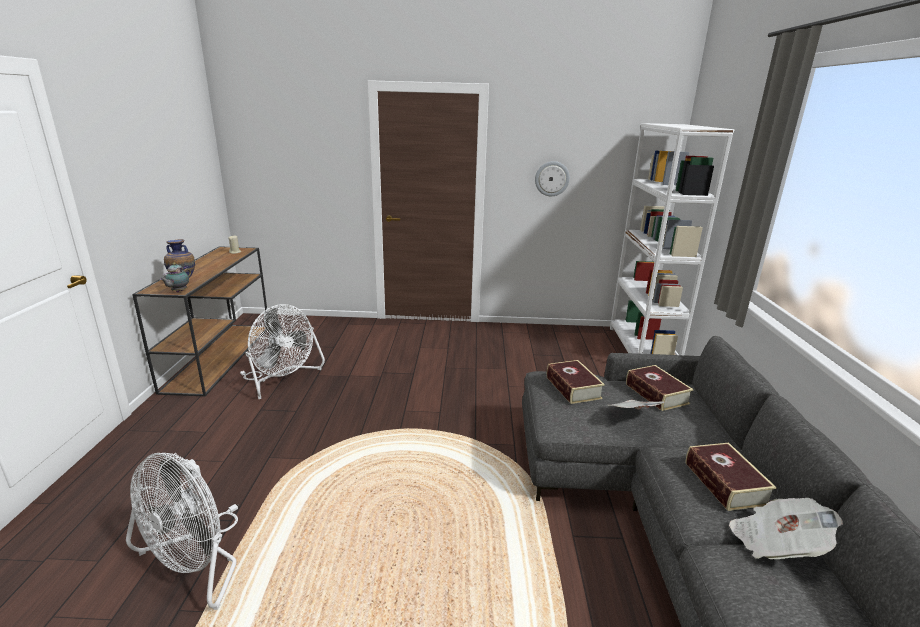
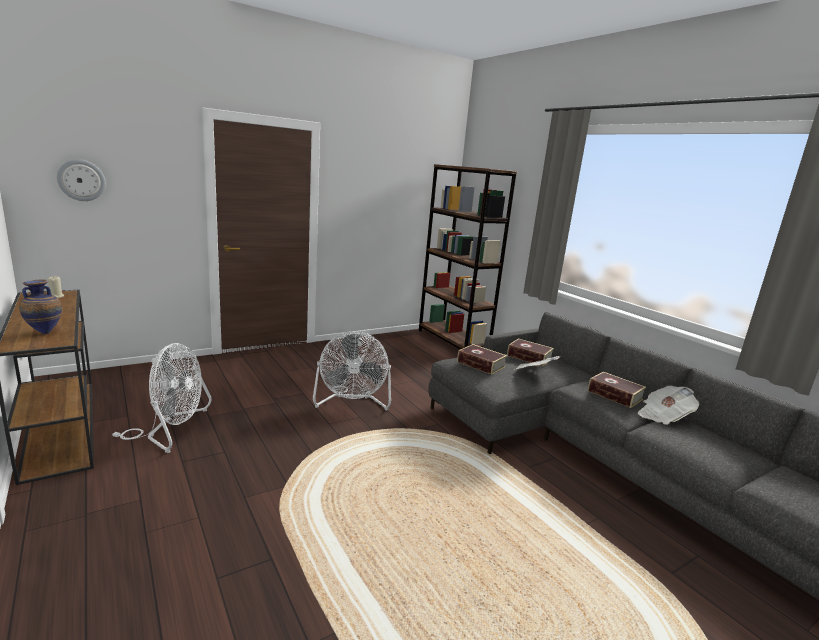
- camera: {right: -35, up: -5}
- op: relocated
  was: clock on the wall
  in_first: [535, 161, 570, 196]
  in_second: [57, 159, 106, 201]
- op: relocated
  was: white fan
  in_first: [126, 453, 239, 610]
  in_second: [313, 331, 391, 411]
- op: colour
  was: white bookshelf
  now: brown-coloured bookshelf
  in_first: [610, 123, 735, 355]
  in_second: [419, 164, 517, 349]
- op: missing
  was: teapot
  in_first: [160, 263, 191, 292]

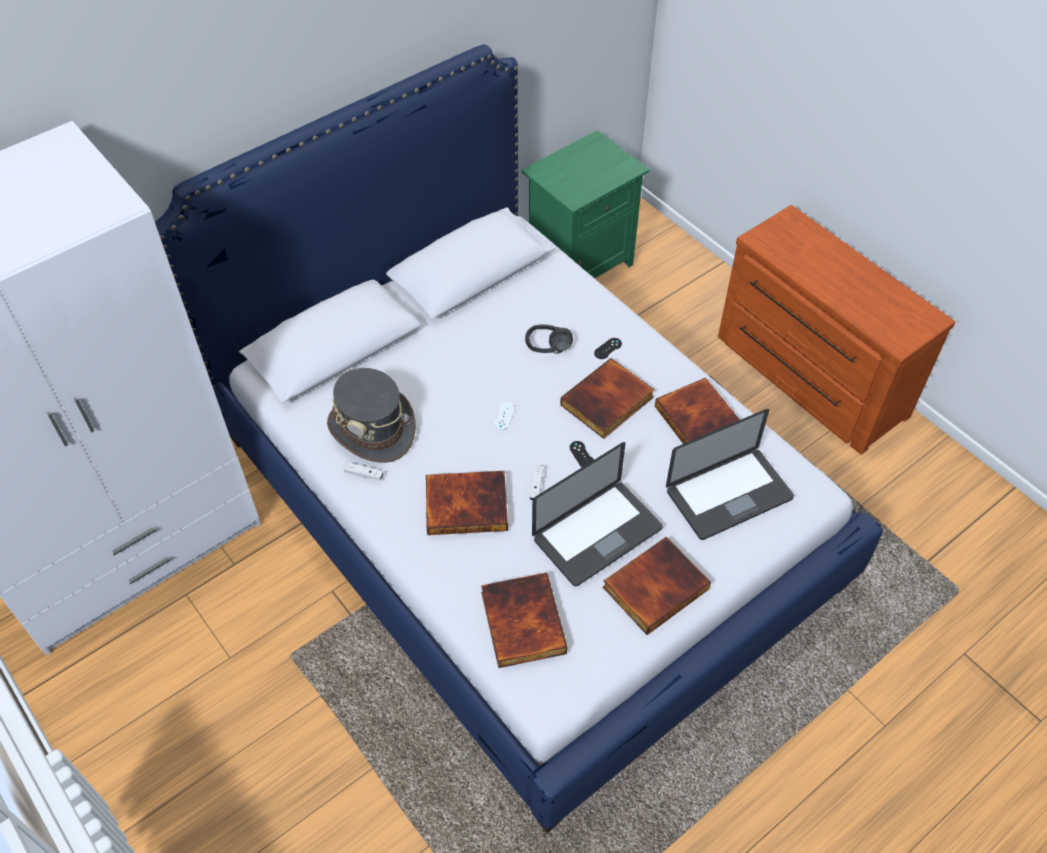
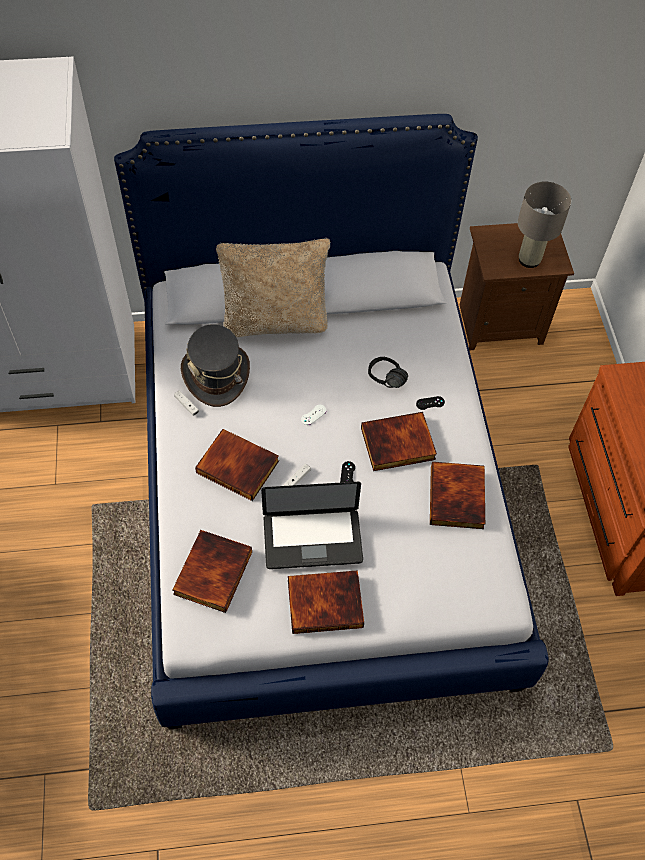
- camera: {right: 30, up: 5}
- op: appeared
  now: beige-coloured throw pillow
  in_second: [216, 238, 330, 337]
- op: colour
  was: greenish bedside table
  now: brown-coloured bedside table
  in_first: [521, 130, 650, 278]
  in_second: [459, 223, 574, 350]
- op: appeared
  now: greyish table lamp
  in_second: [518, 182, 571, 268]
- op: missing
  was: notebook computer
  in_first: [666, 409, 794, 540]

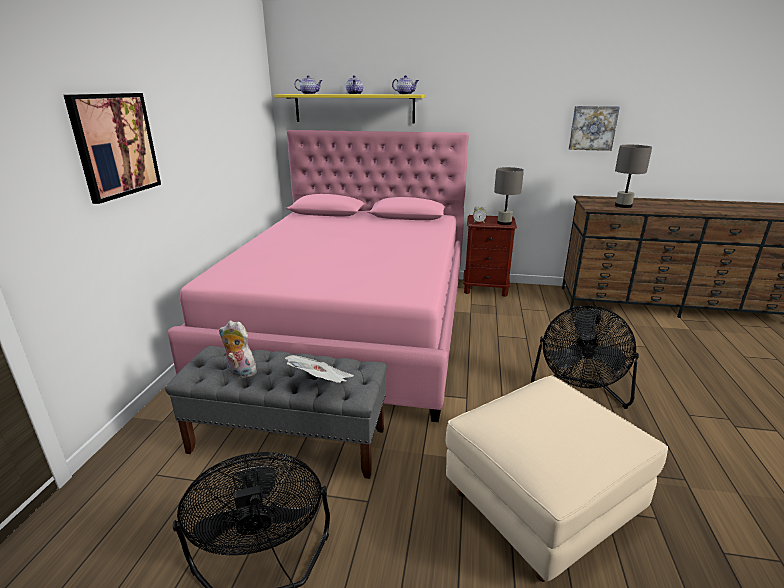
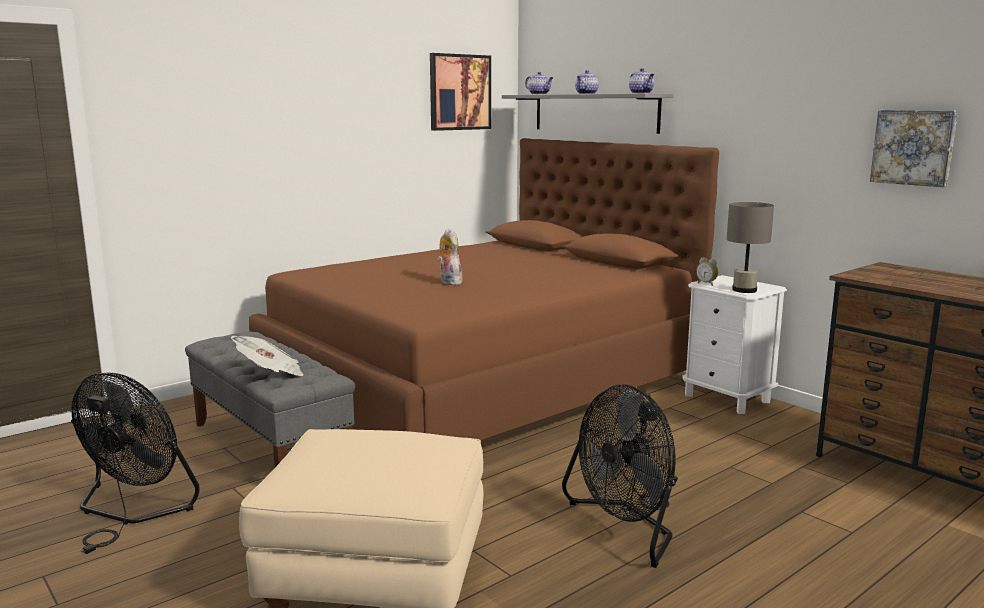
- camera: {right: 40, up: -10}
- op: colour
  was: pink bedroom bed
  now: brown-coloured bedroom bed
  in_first: [168, 130, 469, 422]
  in_second: [249, 138, 719, 440]
- op: relocated
  was: wall art
  in_first: [64, 93, 161, 204]
  in_second: [430, 53, 491, 131]
- op: relocated
  was: soft toy
  in_first: [219, 321, 257, 378]
  in_second: [438, 229, 462, 285]
- op: colour
  was: yellow-coloured shelf
  now: greyish shelf
  in_first: [274, 94, 425, 123]
  in_second: [502, 94, 674, 134]
- op: colour
  was: brown-coloured bedside table
  now: white bedside table
  in_first: [463, 215, 517, 297]
  in_second: [682, 275, 787, 414]
- op: missing
  was: greyish table lamp
  in_first: [615, 145, 652, 208]

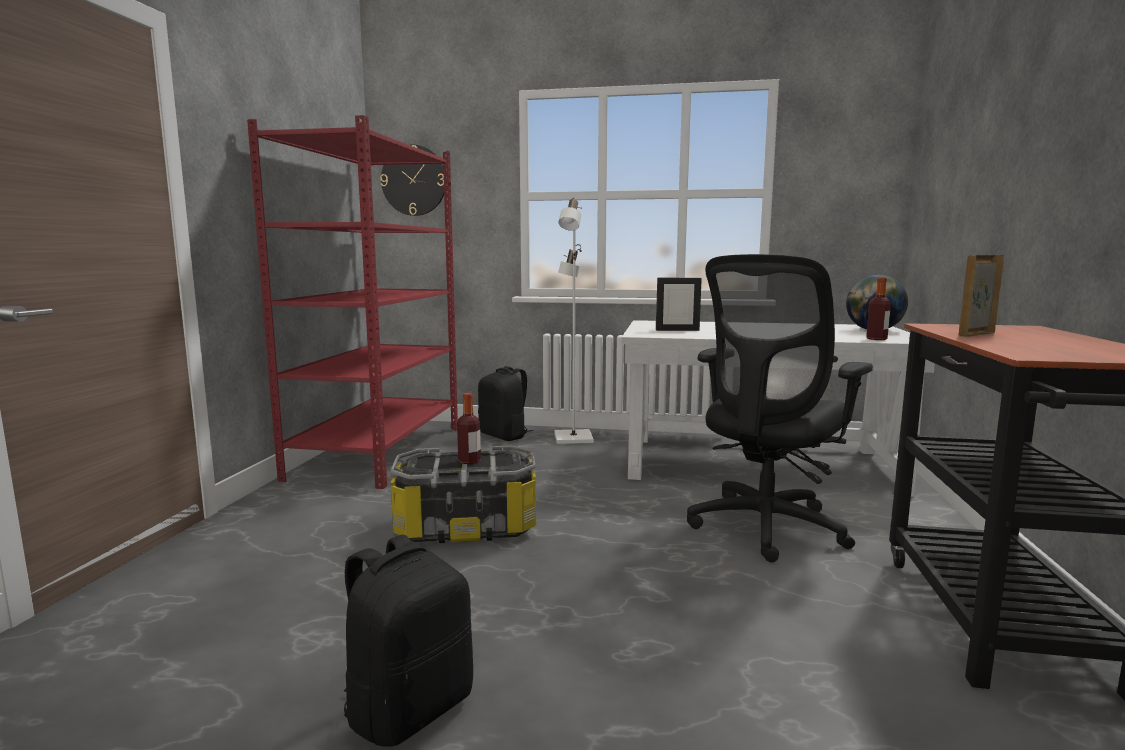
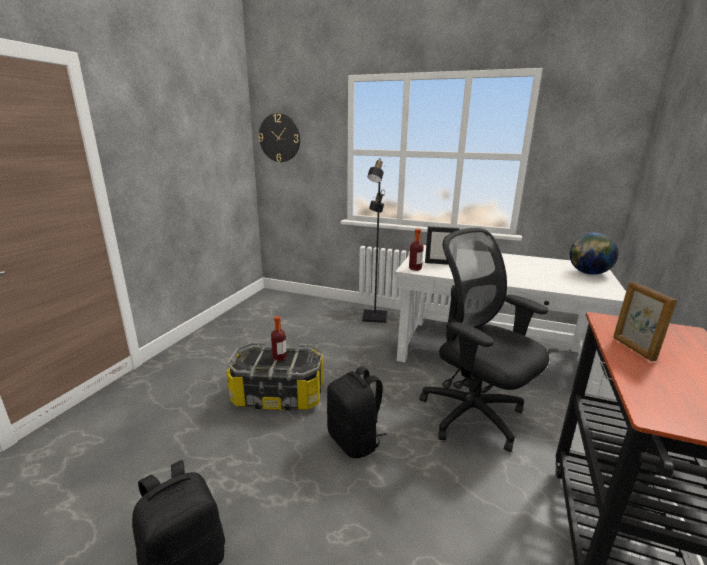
- camera: {right: 10, up: 10}
- op: relocated
  was: black-coloured rucksack
  in_first: [478, 366, 533, 441]
  in_second: [327, 366, 387, 458]
- op: colour
  was: white floor lamp
  now: black-coloured floor lamp
  in_first: [554, 198, 594, 444]
  in_second: [362, 158, 387, 323]
- op: relocated
  was: beverage bottle
  in_first: [866, 277, 891, 340]
  in_second: [409, 229, 424, 271]
- op: spun
  was: black-coloured desk chair
  in_first: [687, 254, 873, 562]
  in_second: [419, 228, 549, 452]
  clockwise: 90
- op: spun
  was: photo frame
  in_first: [959, 255, 1004, 337]
  in_second: [613, 281, 677, 361]
  clockwise: -75
- op: missing
  was: red-coloured bookshelf
  in_first: [247, 115, 458, 489]

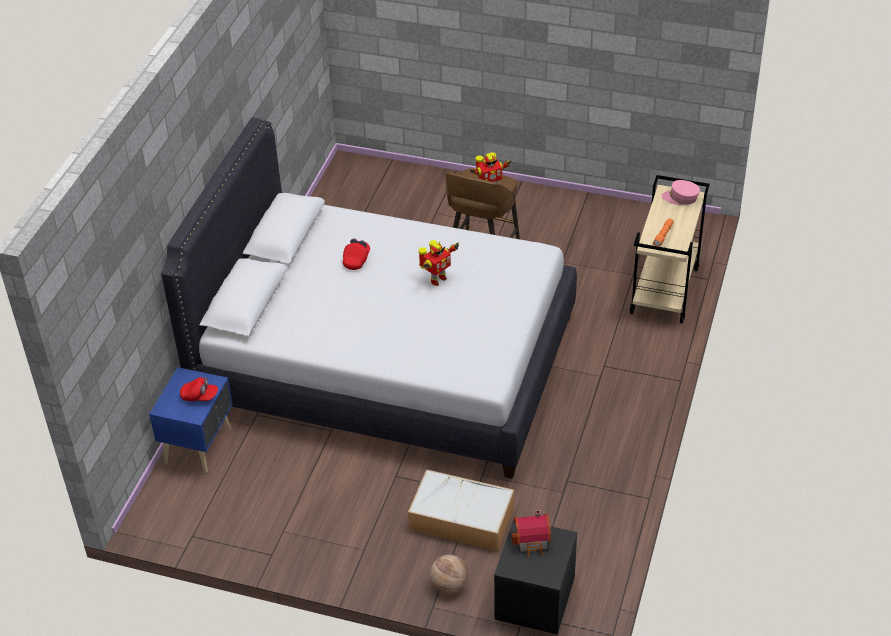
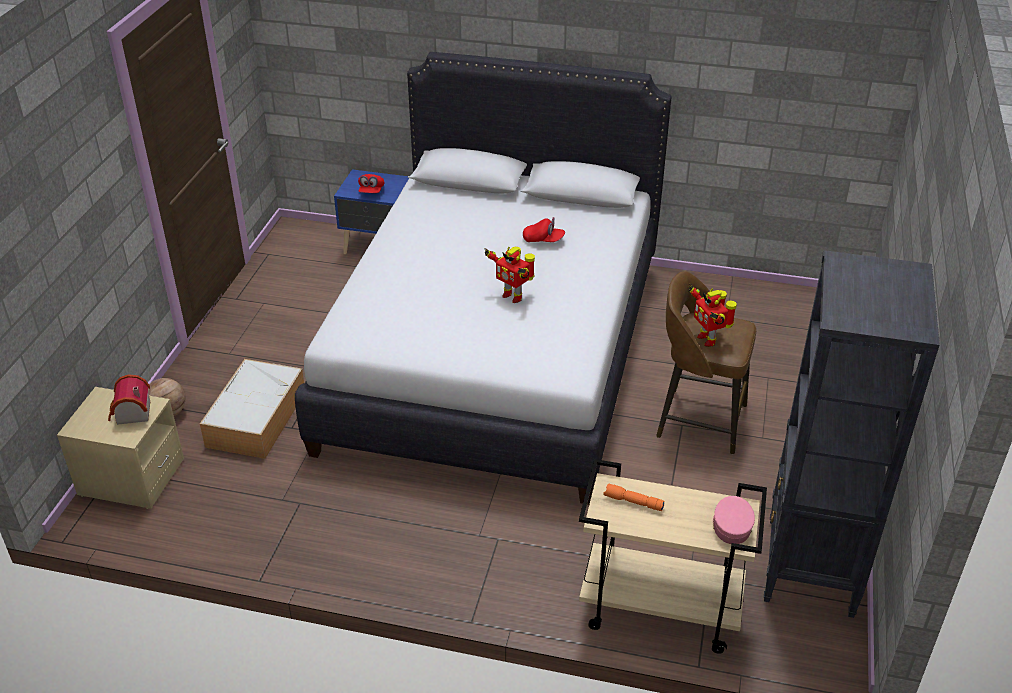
- camera: {right: 85, up: -5}
- op: colour
  was: black-coloured bedside table
  now: beige-coloured bedside table
  in_first: [494, 519, 577, 634]
  in_second: [57, 387, 184, 509]
- op: appeared
  now: black-coloured bookshelf
  in_second: [764, 250, 940, 618]

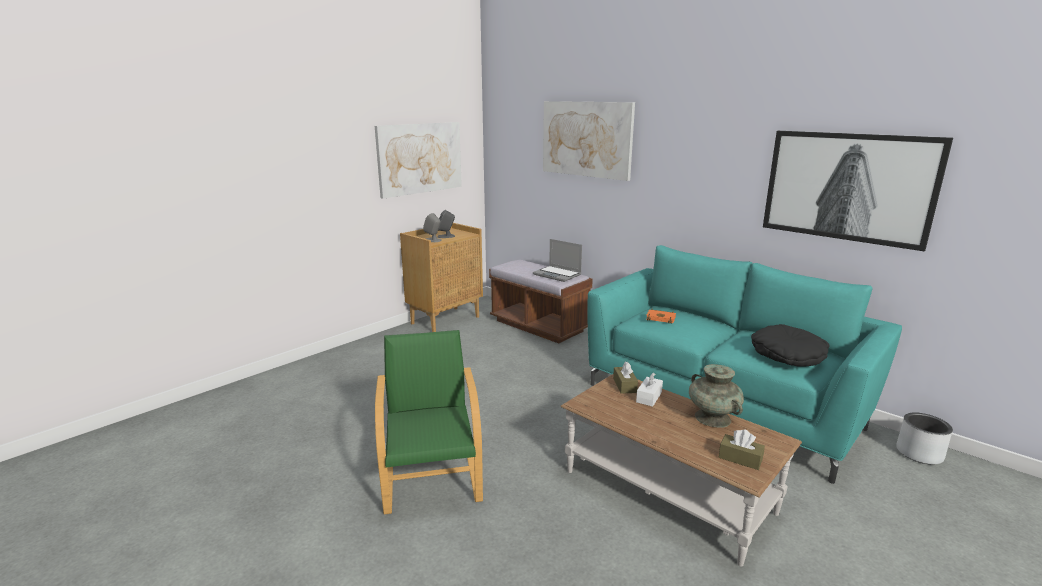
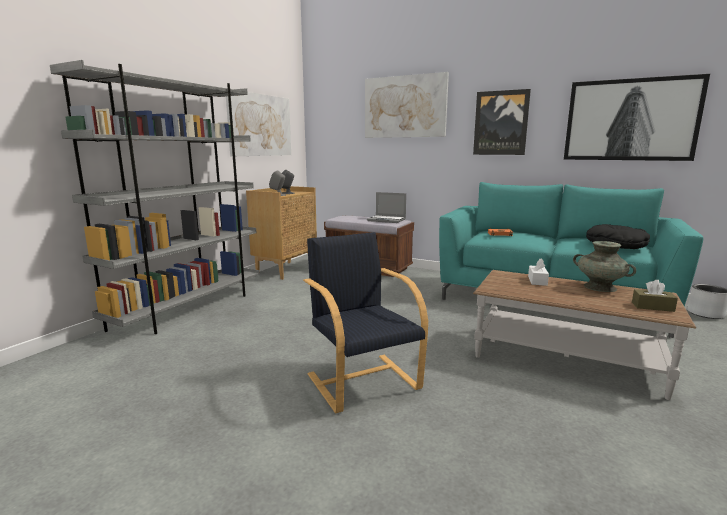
- camera: {right: -15, up: -5}
- op: appeared
  now: greyish bookshelf
  in_second: [50, 60, 259, 334]
- op: colour
  was: greenish easy chair
  now: black-coloured easy chair
  in_first: [375, 330, 483, 515]
  in_second: [303, 232, 428, 413]
- op: appeared
  now: wall art
  in_second: [473, 89, 531, 155]
- op: missing
  was: brown-coloured tissue holder
  in_first: [613, 361, 638, 394]

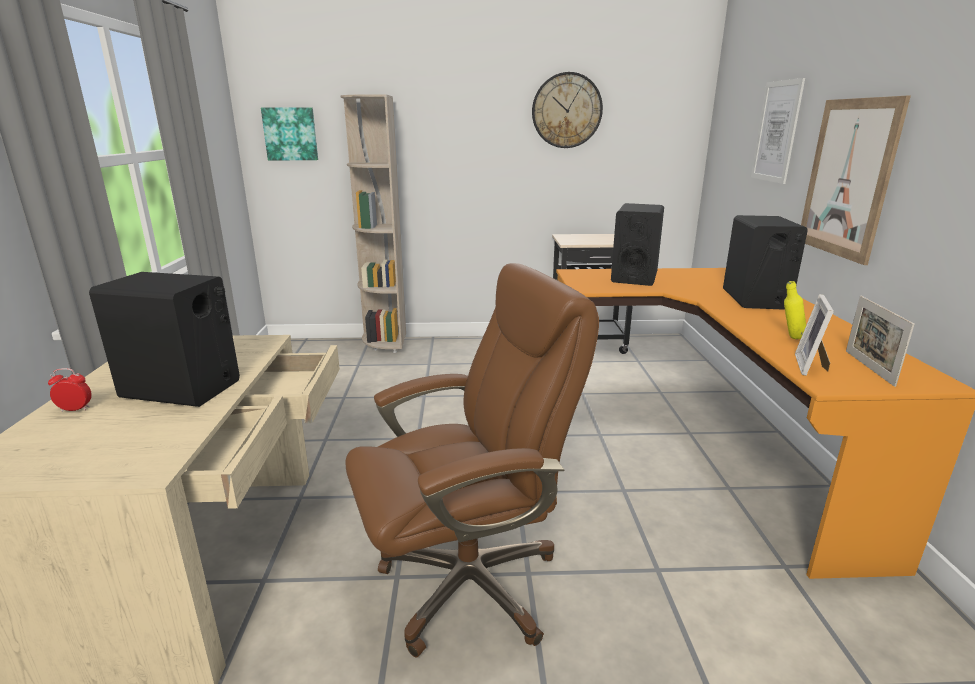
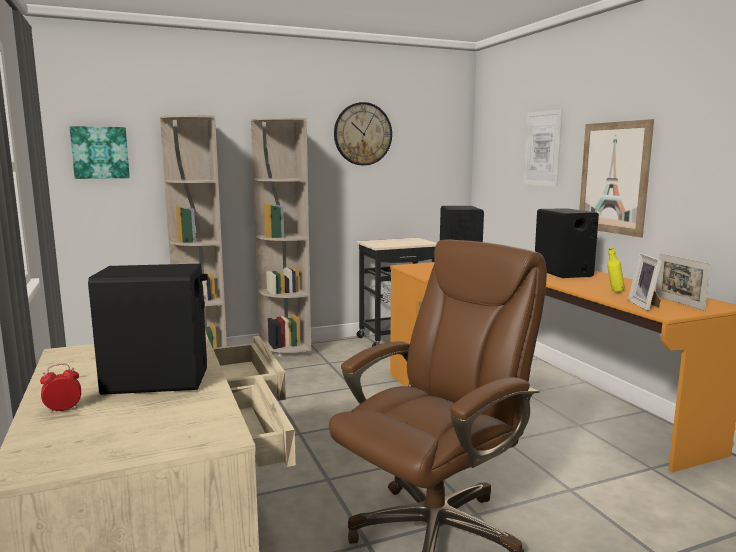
- camera: {right: -20, up: -10}
- op: appeared
  now: beige-coloured bookshelf
  in_second: [251, 118, 311, 357]

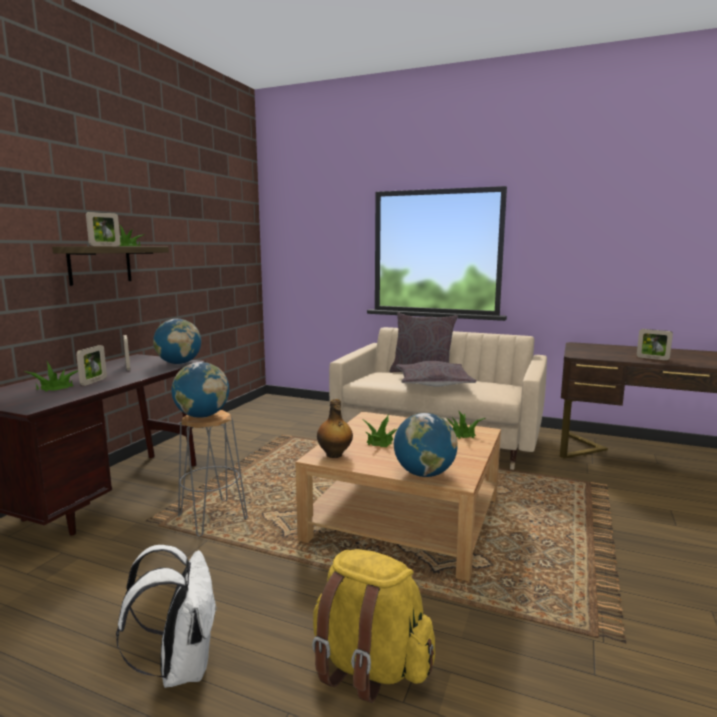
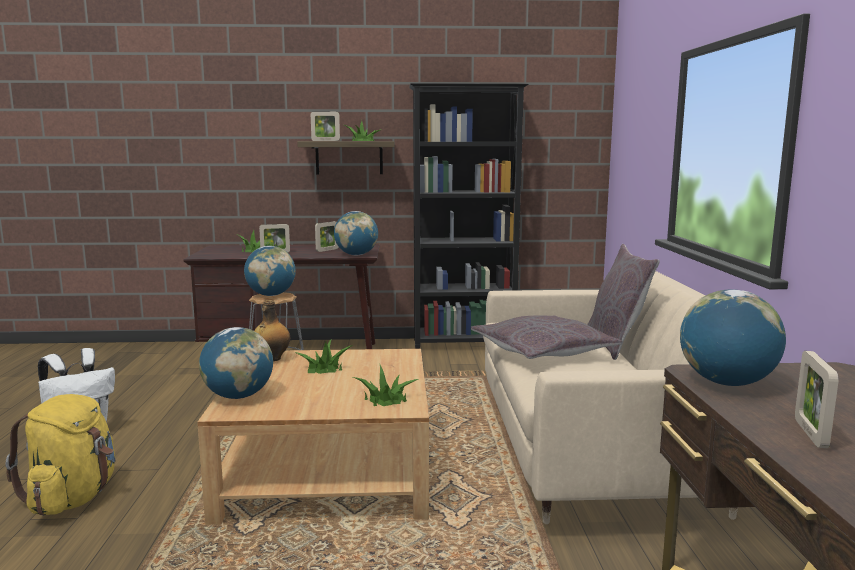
- camera: {right: 65, up: 0}
- op: appeared
  now: black-coloured bookshelf
  in_second: [409, 83, 528, 349]
- op: appeared
  now: globe
  in_second: [680, 289, 786, 386]

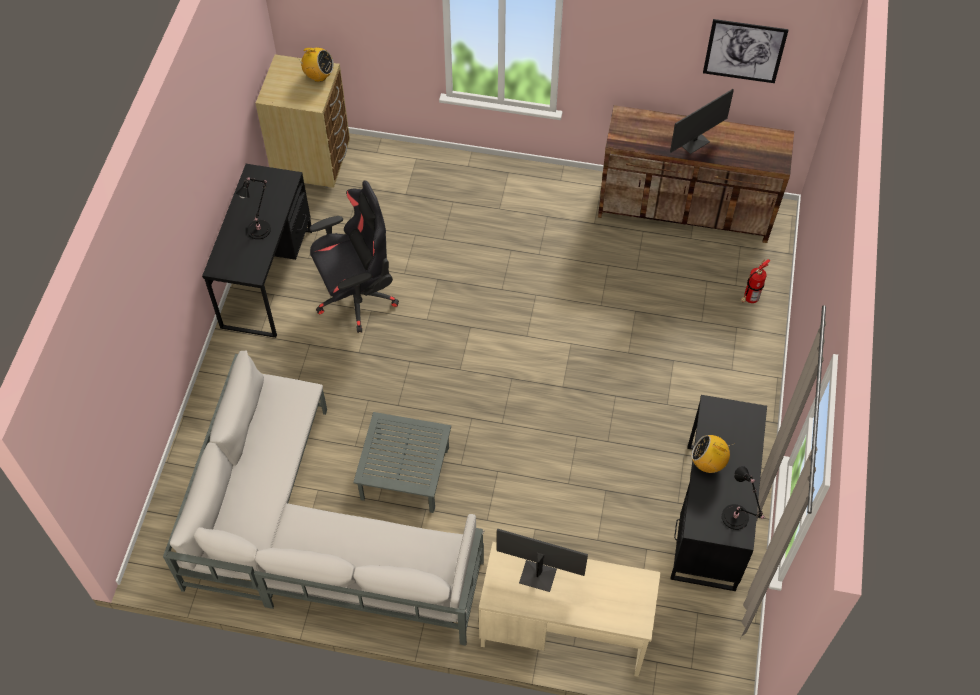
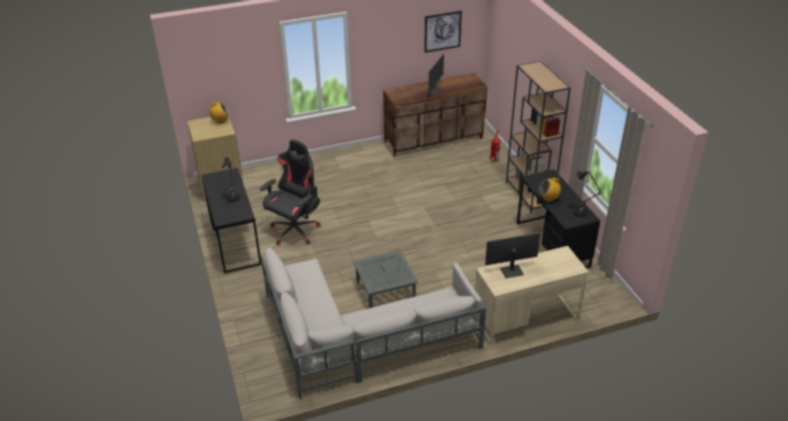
- camera: {right: -30, up: -20}
- op: appeared
  now: bookshelf
  in_second: [506, 61, 571, 213]

